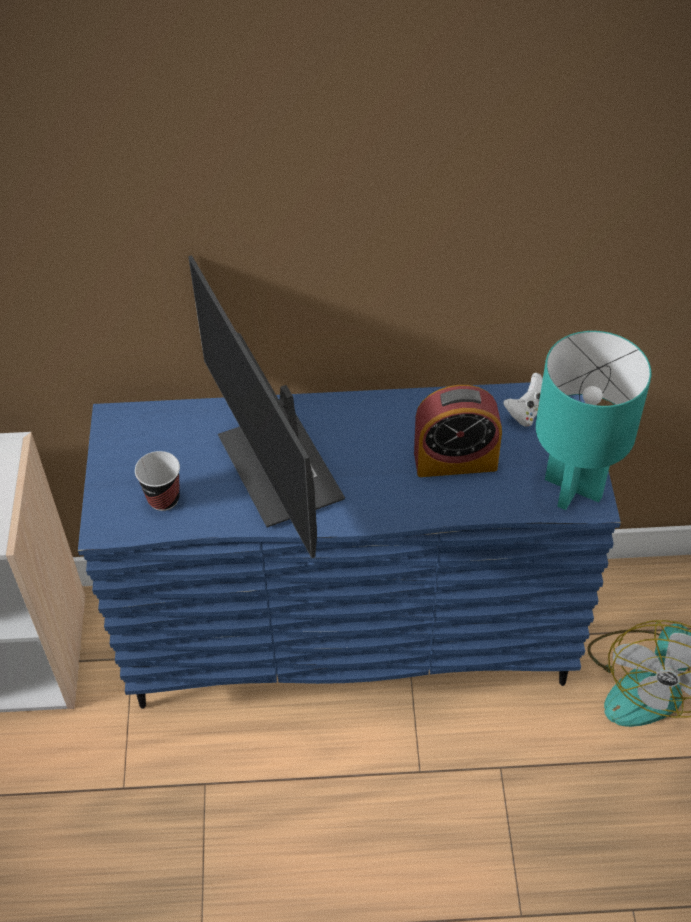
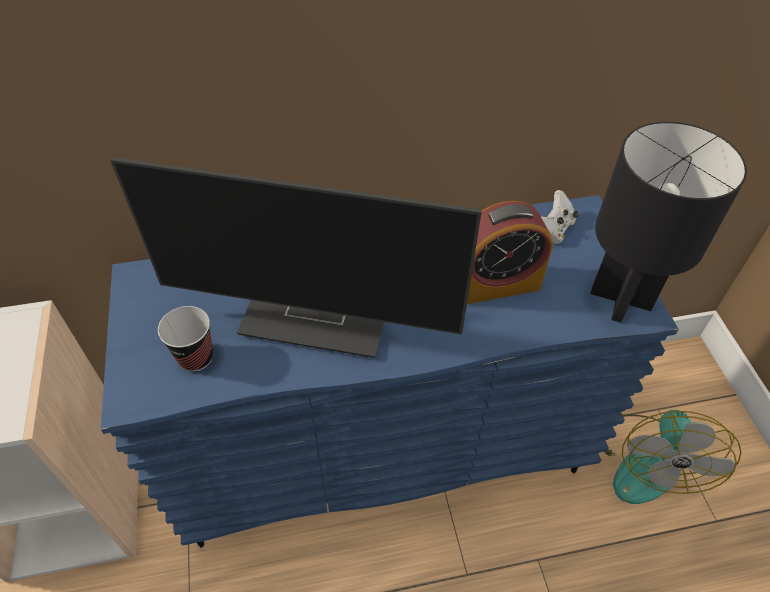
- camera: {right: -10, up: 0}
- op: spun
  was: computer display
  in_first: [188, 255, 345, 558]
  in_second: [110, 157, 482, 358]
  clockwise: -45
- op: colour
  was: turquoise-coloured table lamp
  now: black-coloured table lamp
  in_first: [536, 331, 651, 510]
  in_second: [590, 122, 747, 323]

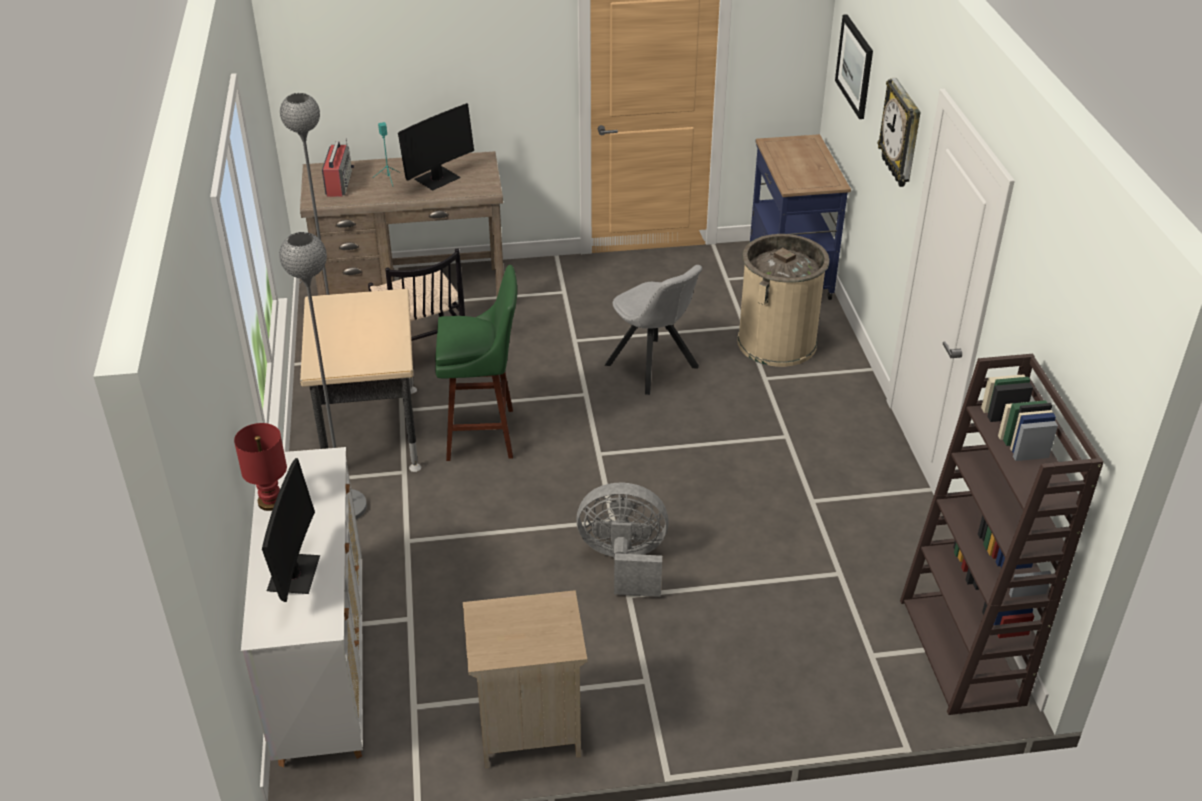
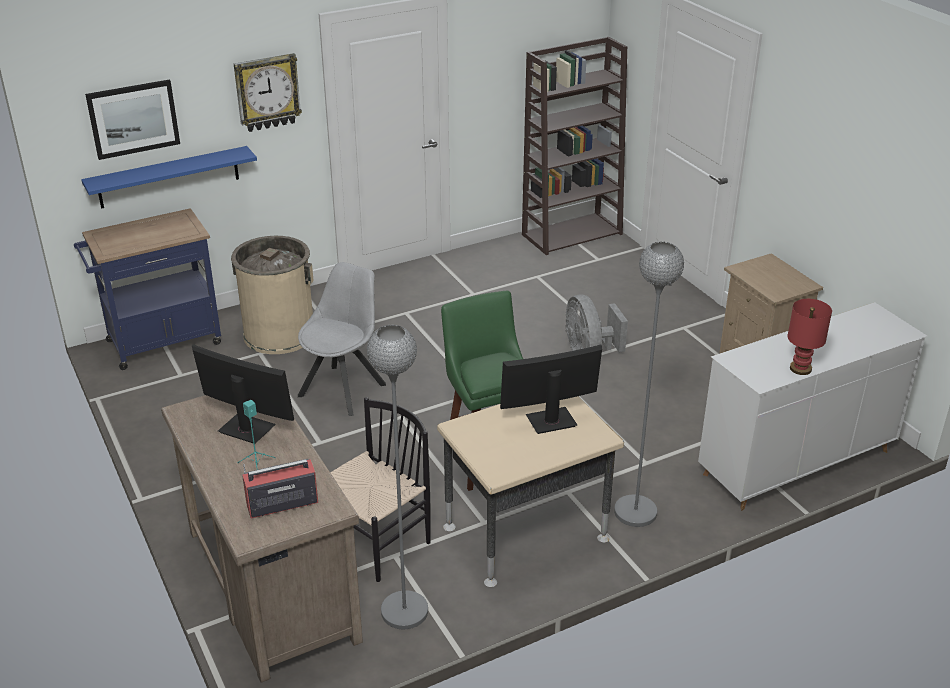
- camera: {right: -110, up: -5}
- op: appeared
  now: blue shelf
  in_second: [81, 146, 257, 209]
- op: relocated
  was: computer display
  in_first: [262, 458, 320, 602]
  in_second: [500, 345, 602, 434]

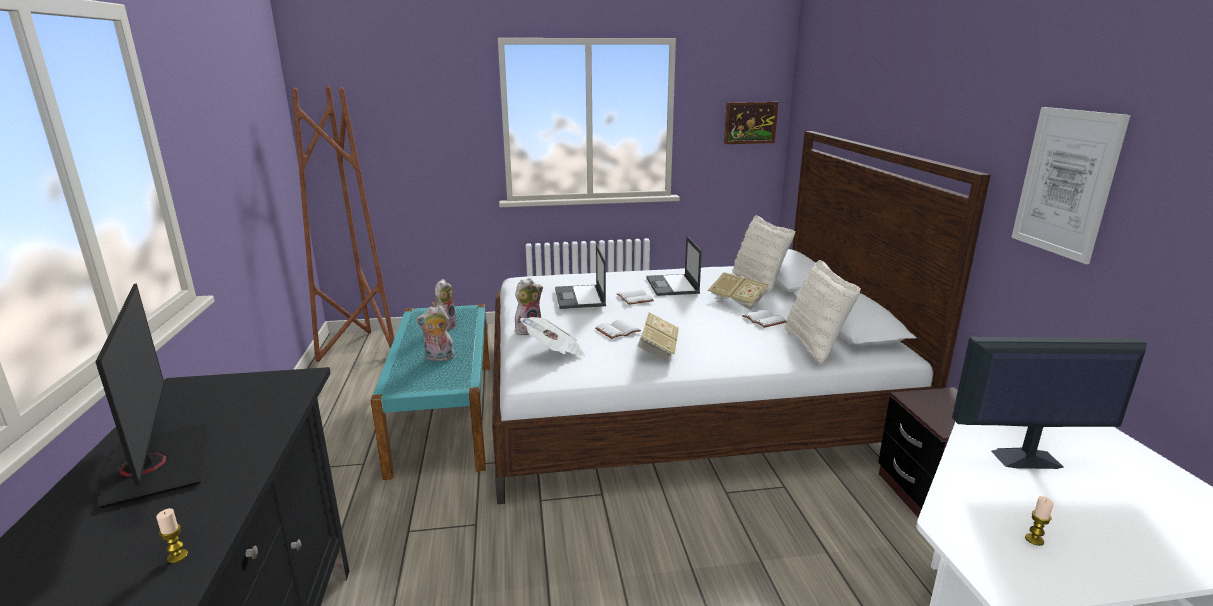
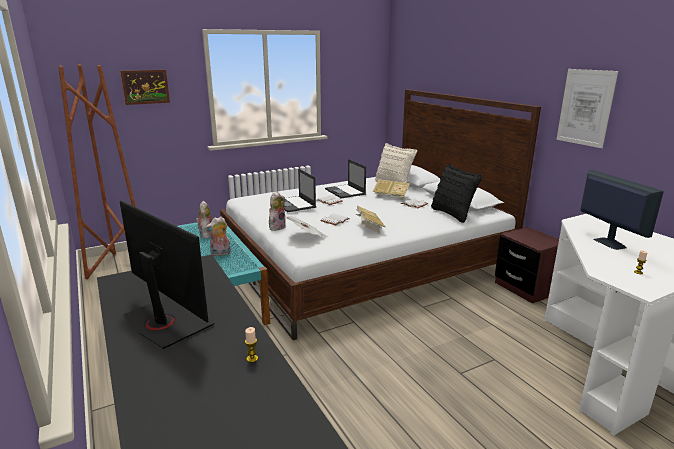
- camera: {right: -20, up: 0}
- op: relocated
  was: wall art
  in_first: [724, 102, 778, 144]
  in_second: [120, 70, 170, 105]
- op: colour
  was: beige-coloured throw pillow
  now: black-coloured throw pillow
  in_first: [784, 260, 861, 364]
  in_second: [431, 164, 483, 223]
- op: spun
  was: computer display
  in_first: [952, 337, 1147, 469]
  in_second: [580, 170, 664, 250]
  clockwise: 90

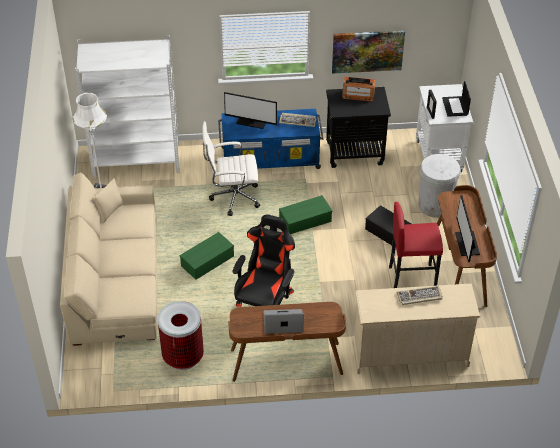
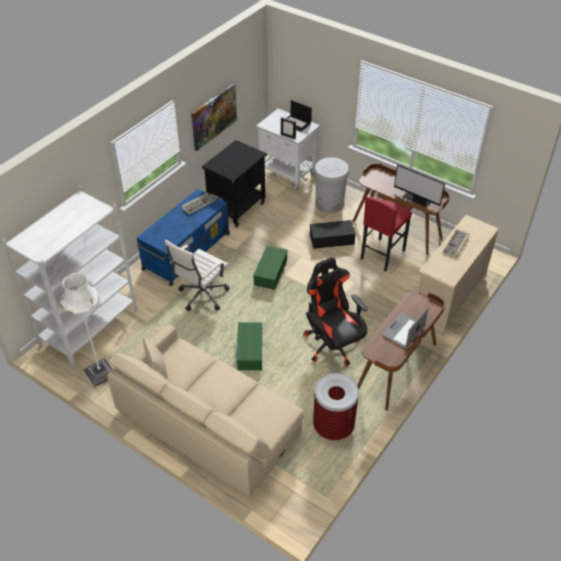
- camera: {right: -50, up: 0}
- op: missing
  was: computer display
  in_first: [224, 92, 277, 129]
- op: missing
  was: radio set
  in_first: [342, 77, 375, 101]

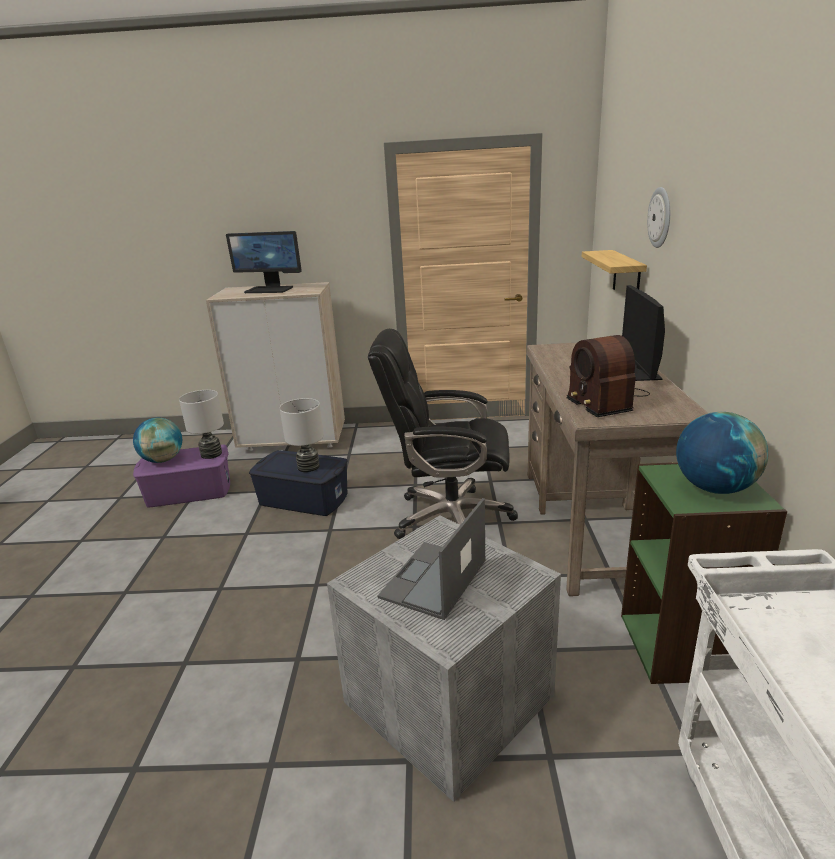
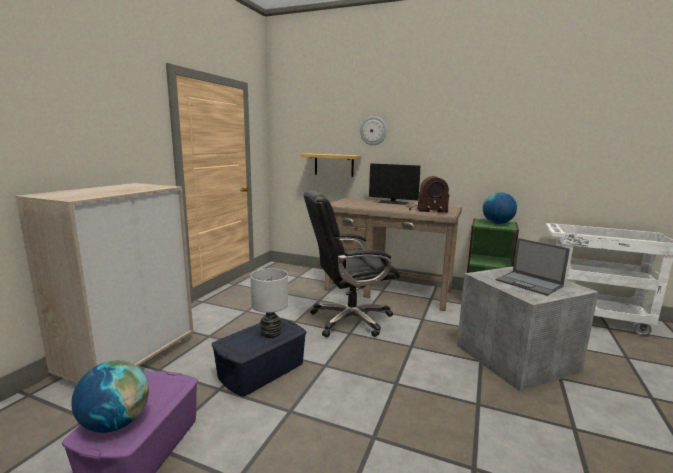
- camera: {right: -70, up: -10}
- op: spun
  was: black-coloured desk chair
  in_first: [368, 329, 518, 539]
  in_second: [304, 190, 400, 337]
  clockwise: 45
- op: missing
  was: greyish table lamp
  in_first: [179, 390, 224, 459]
- op: missing
  was: computer display
  in_first: [226, 231, 302, 293]

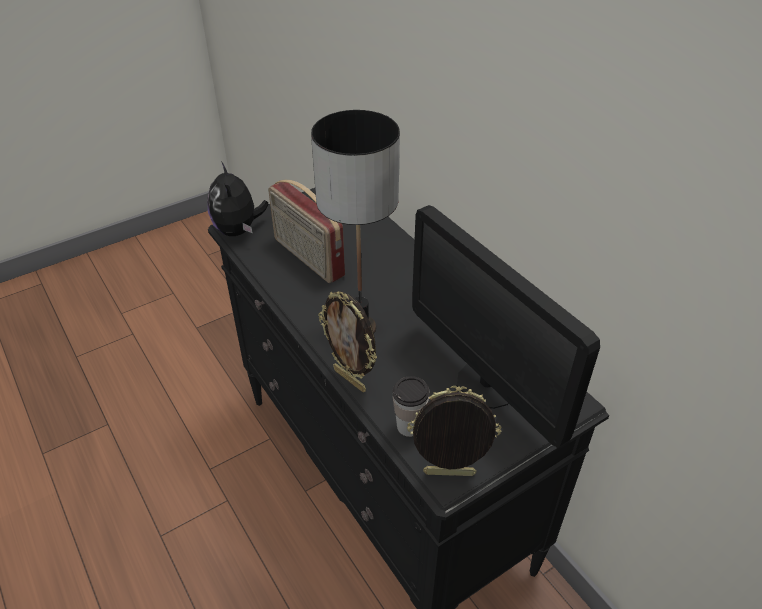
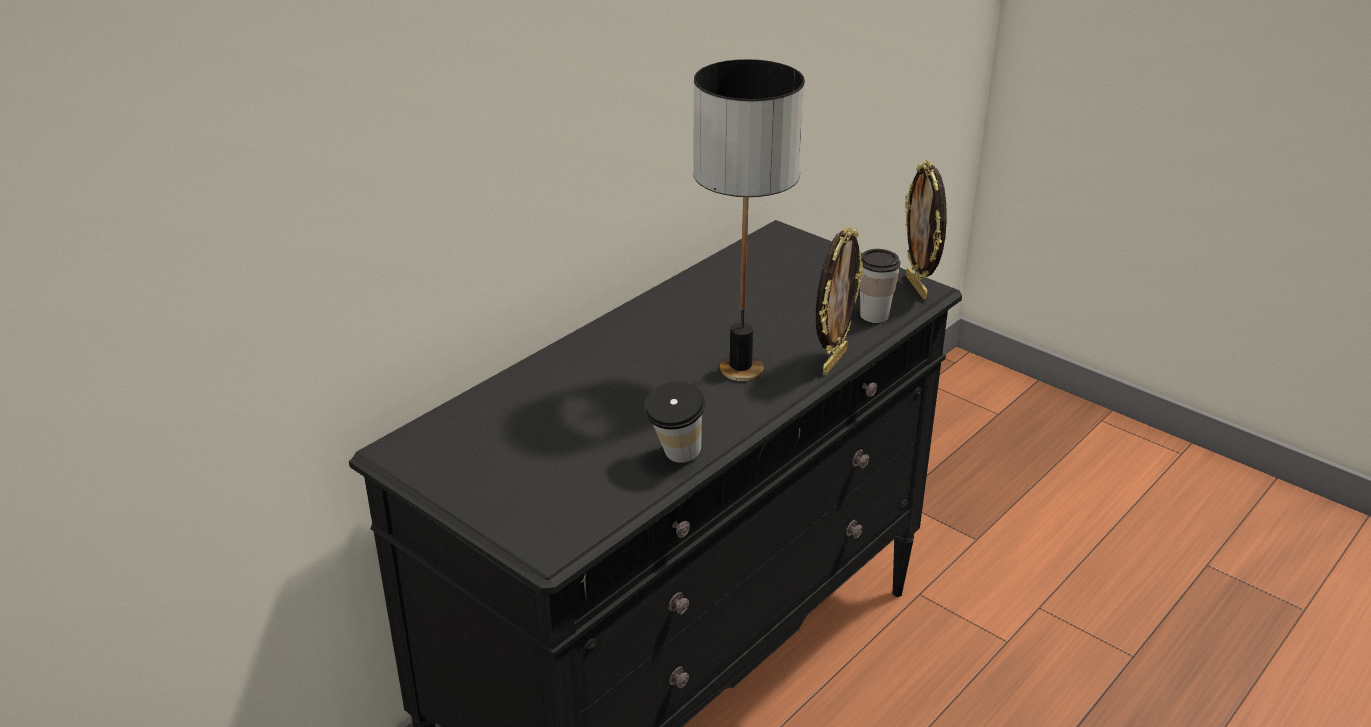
- camera: {right: -105, up: -10}
- op: appeared
  now: drinking cup
  in_second: [644, 381, 705, 463]
- op: missing
  was: soft toy
  in_first: [207, 161, 268, 236]
- op: missing
  was: radio set
  in_first: [268, 180, 345, 283]
- op: missing
  was: computer display
  in_first: [412, 205, 600, 448]

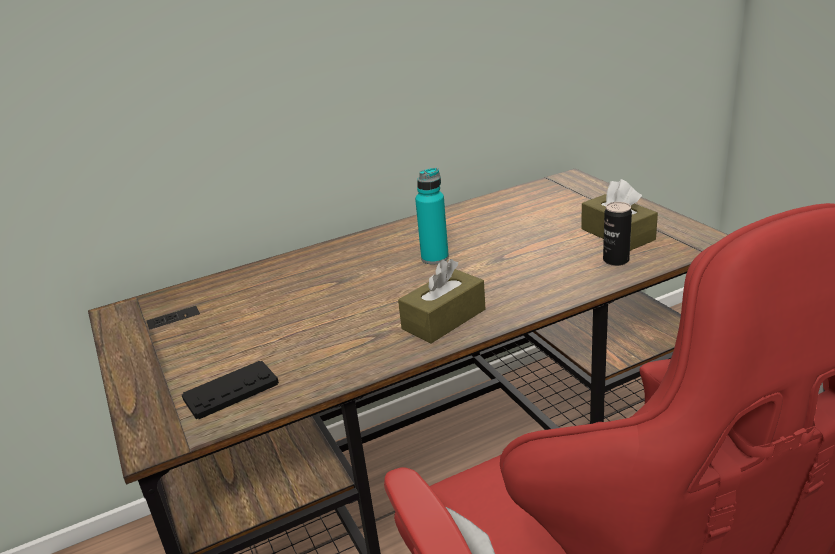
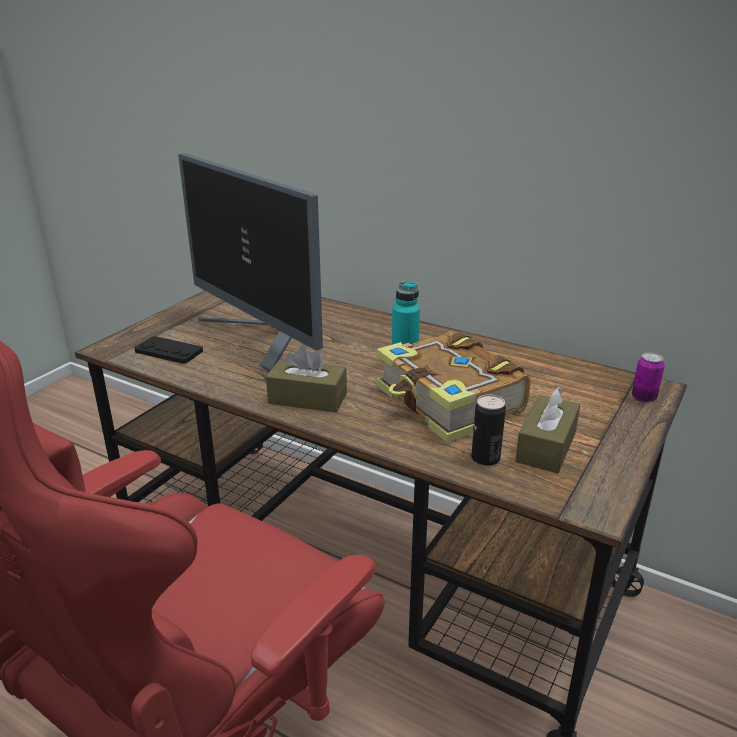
- camera: {right: 55, up: 0}
- op: appeared
  now: computer display
  in_second: [178, 153, 323, 372]
- op: appeared
  now: book
  in_second: [376, 330, 530, 442]
- op: appeared
  now: can
  in_second: [632, 352, 665, 403]

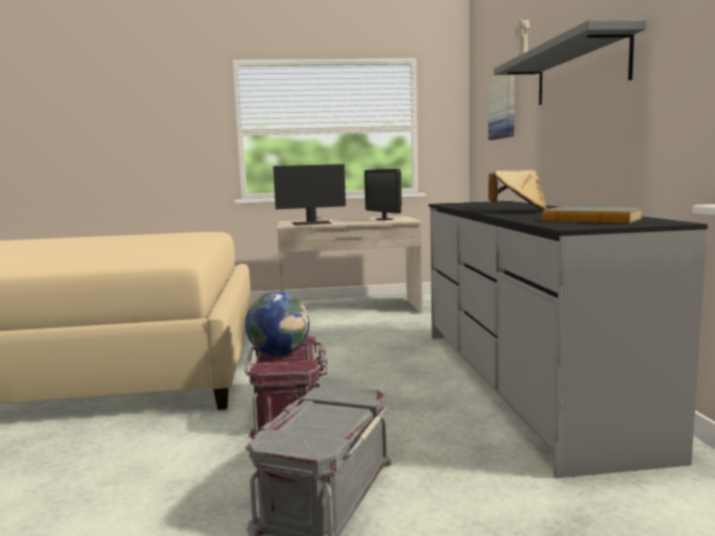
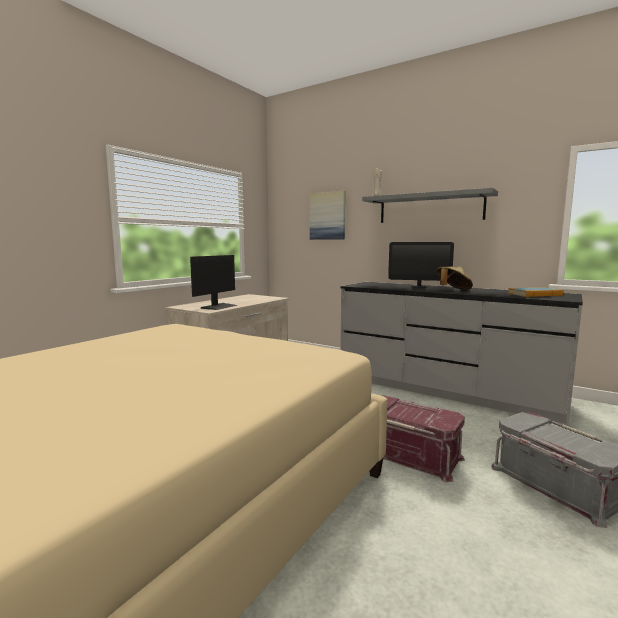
- camera: {right: -50, up: 0}
- op: relocated
  was: computer display
  in_first: [364, 169, 402, 220]
  in_second: [388, 242, 454, 288]
- op: missing
  was: globe
  in_first: [245, 292, 310, 356]

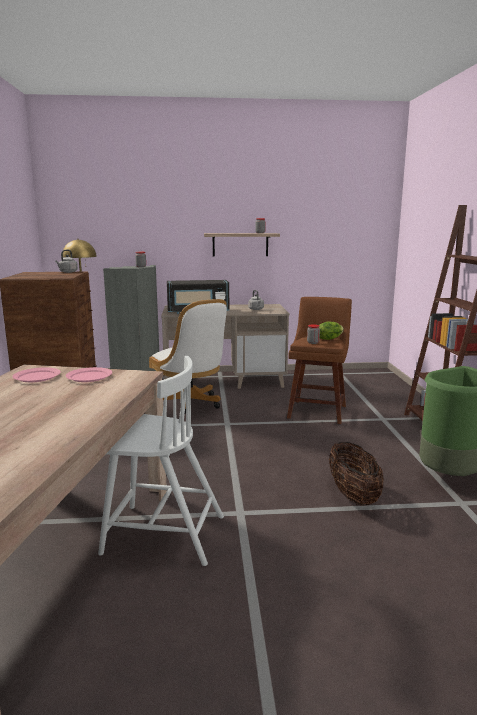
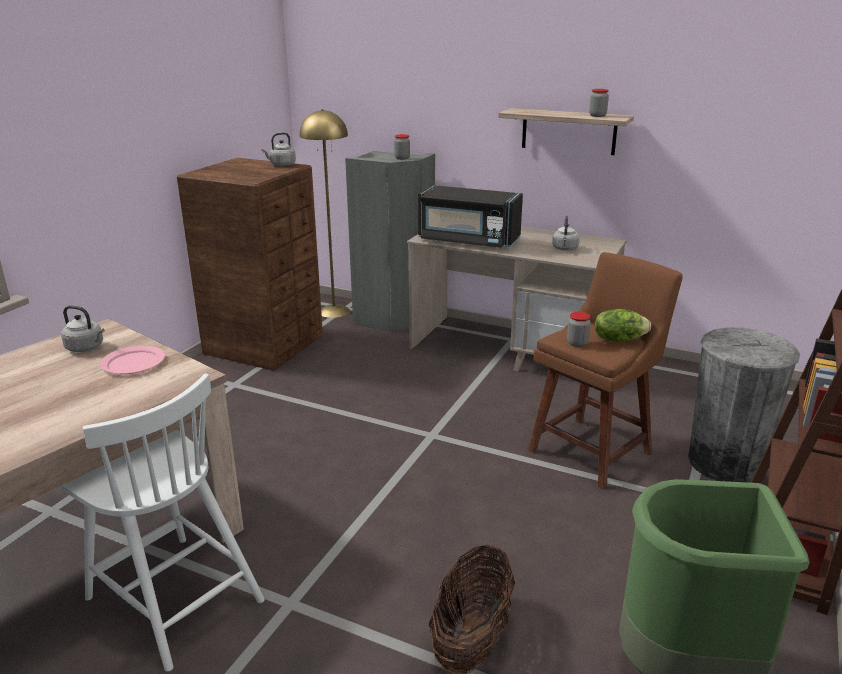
- camera: {right: 30, up: 10}
- op: exchanged
  was: pink plate
  now: greyish kettle
  in_first: [12, 368, 61, 382]
  in_second: [61, 306, 104, 352]
- op: appeared
  now: greyish trash can
  in_second: [688, 327, 800, 483]
- op: missing
  was: white desk chair
  in_first: [149, 299, 227, 415]

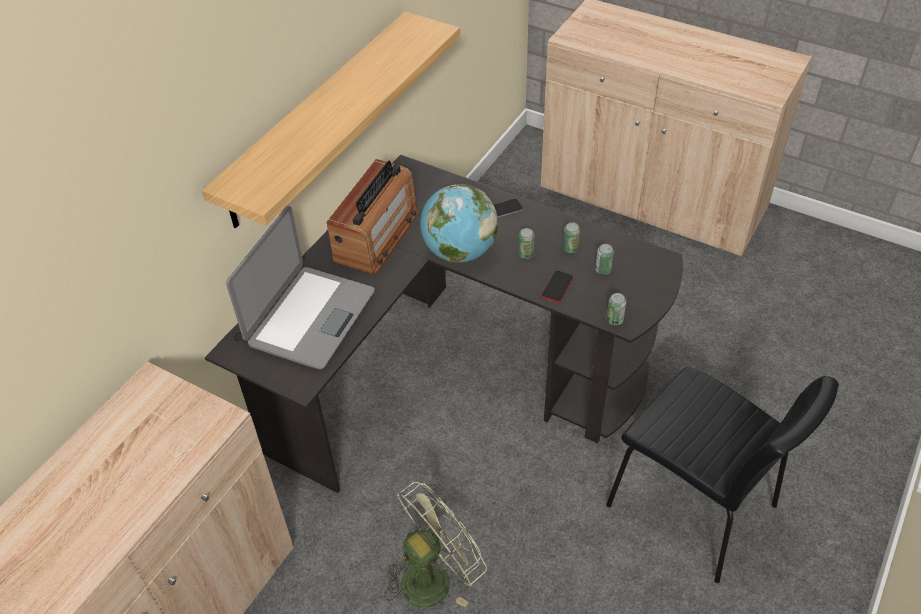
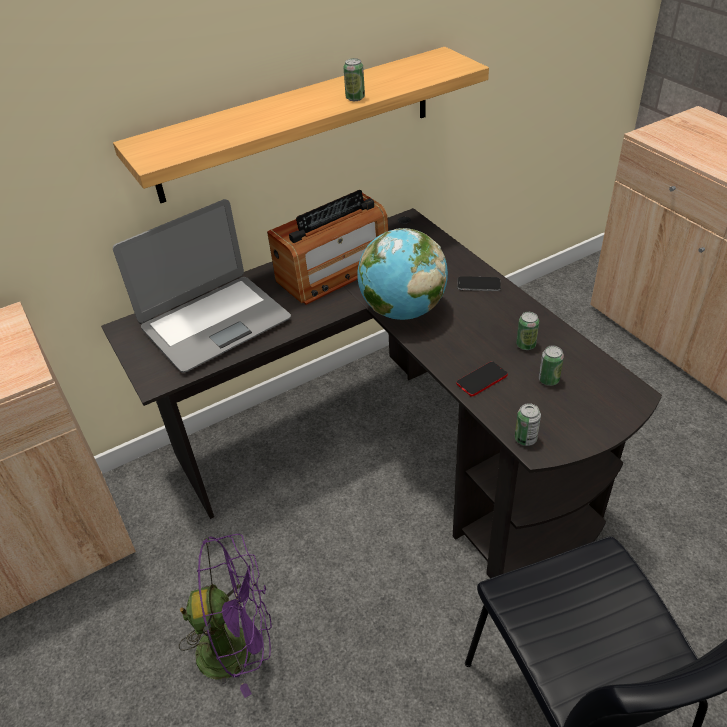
- camera: {right: 30, up: -5}
- op: colour
  was: greenish fan
  now: purplish fan
  in_first: [385, 482, 487, 608]
  in_second: [179, 534, 272, 698]
- op: relocated
  was: can
  in_first: [518, 228, 535, 259]
  in_second: [344, 58, 365, 101]

